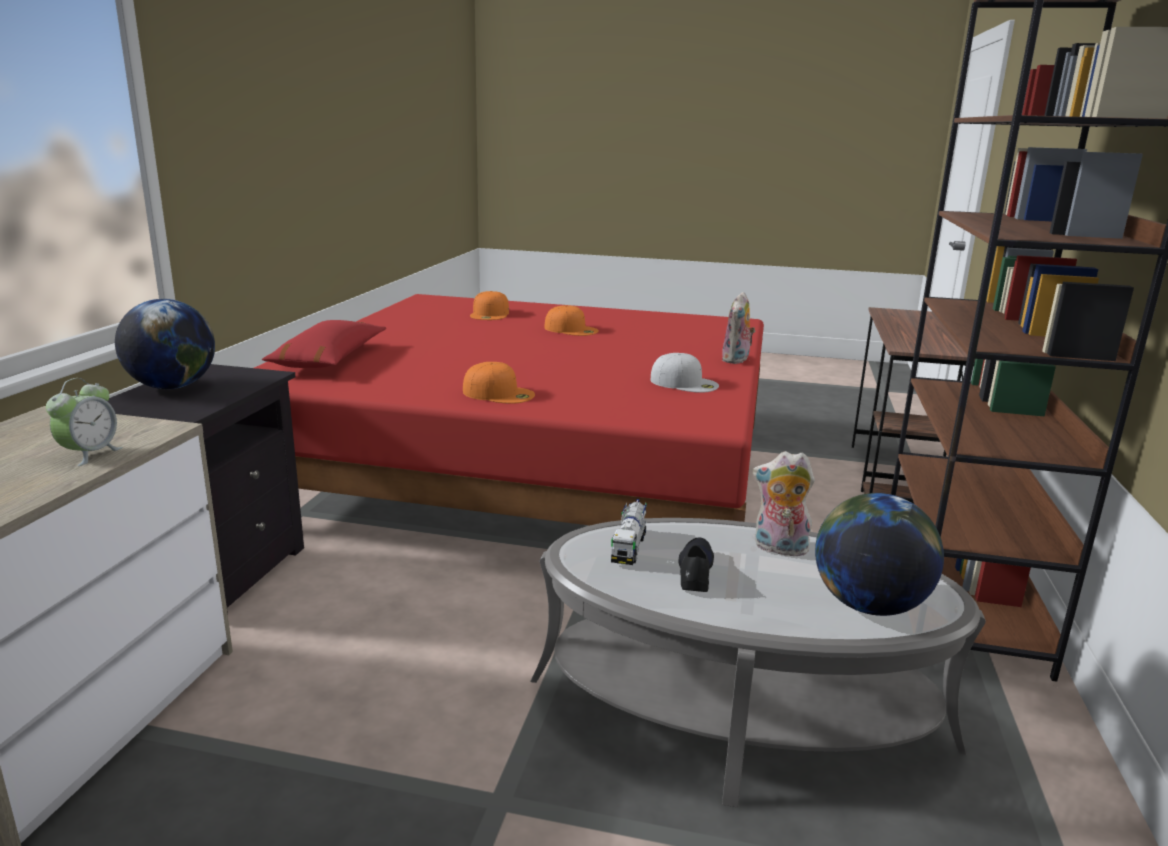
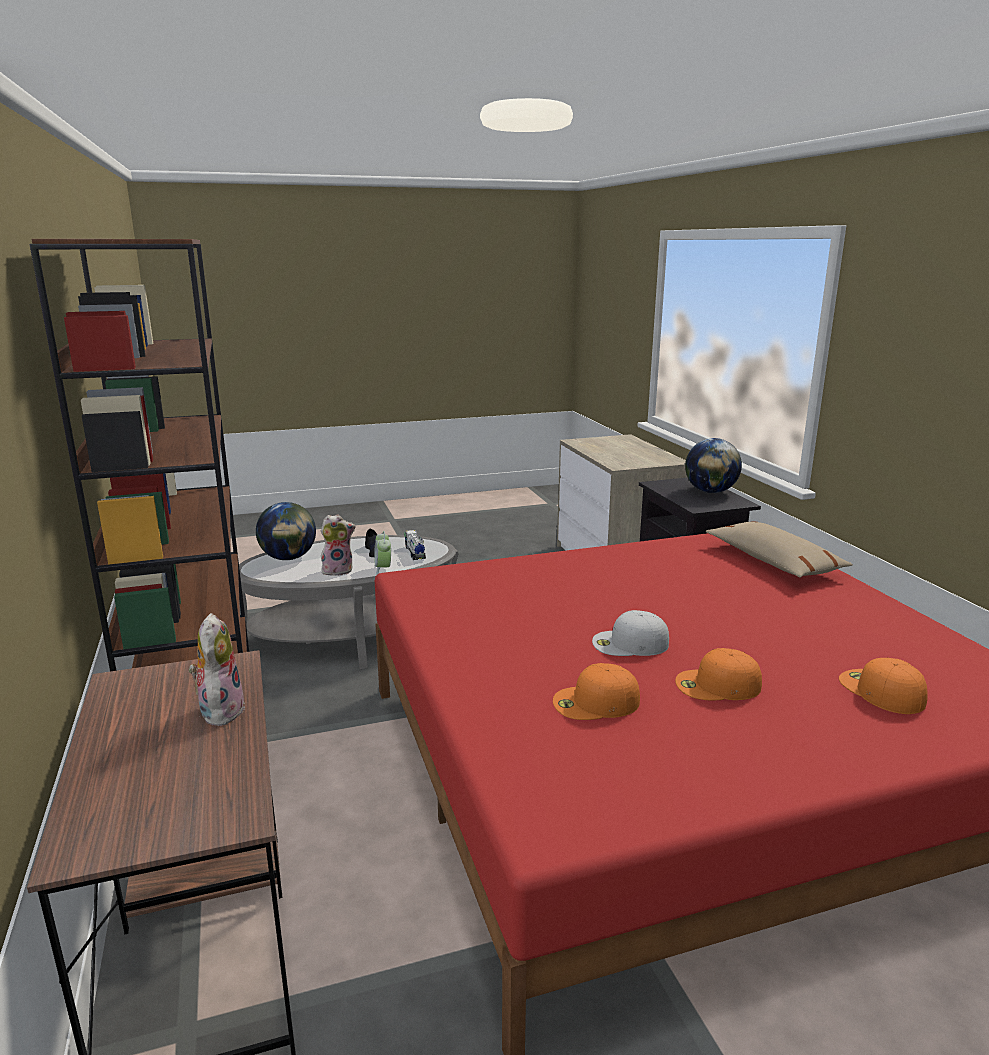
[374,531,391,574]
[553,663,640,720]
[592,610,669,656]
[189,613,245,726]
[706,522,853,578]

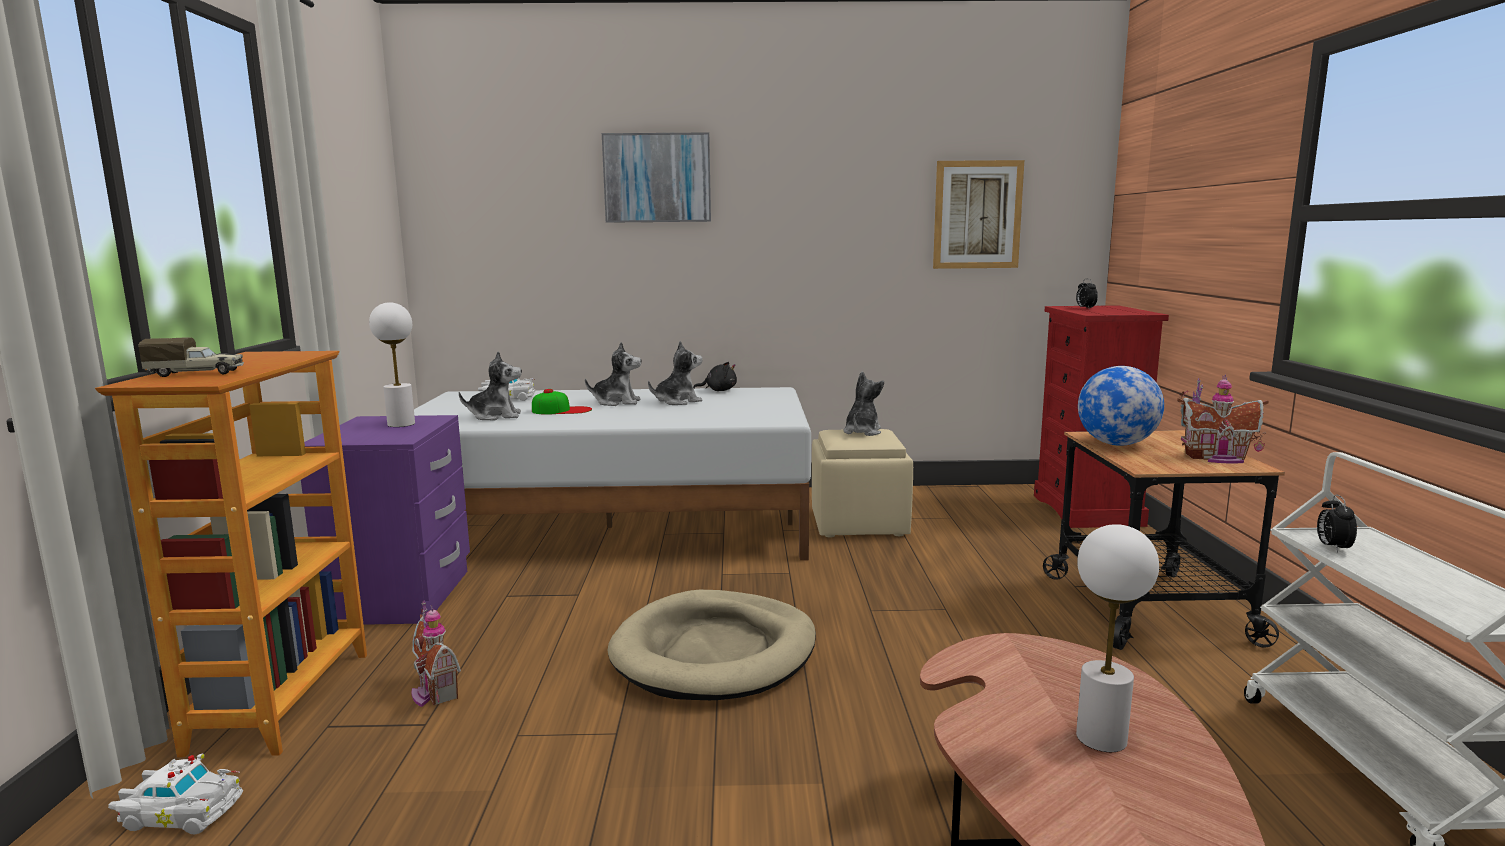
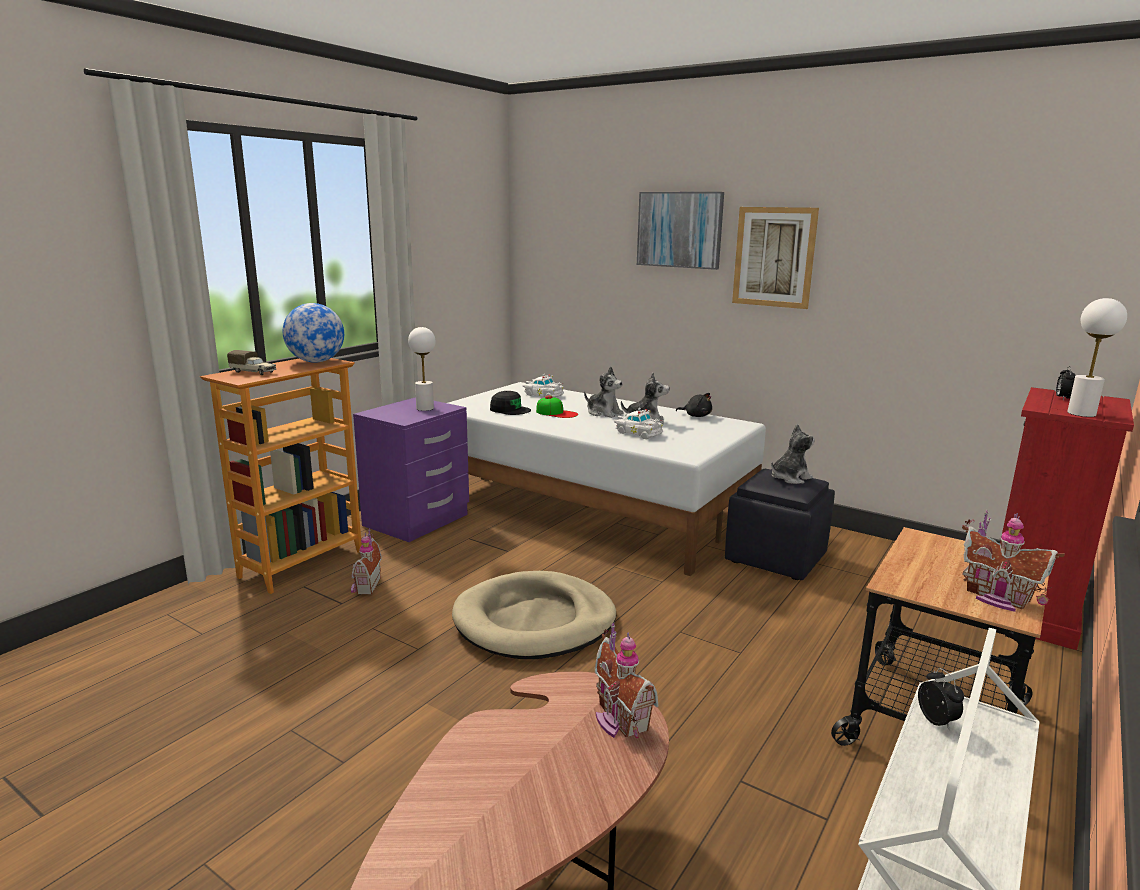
[595,623,658,738]
[614,408,664,439]
[732,207,819,309]
[1067,298,1127,417]
[283,303,344,363]
[490,391,531,415]
[725,469,835,580]
[918,668,964,729]

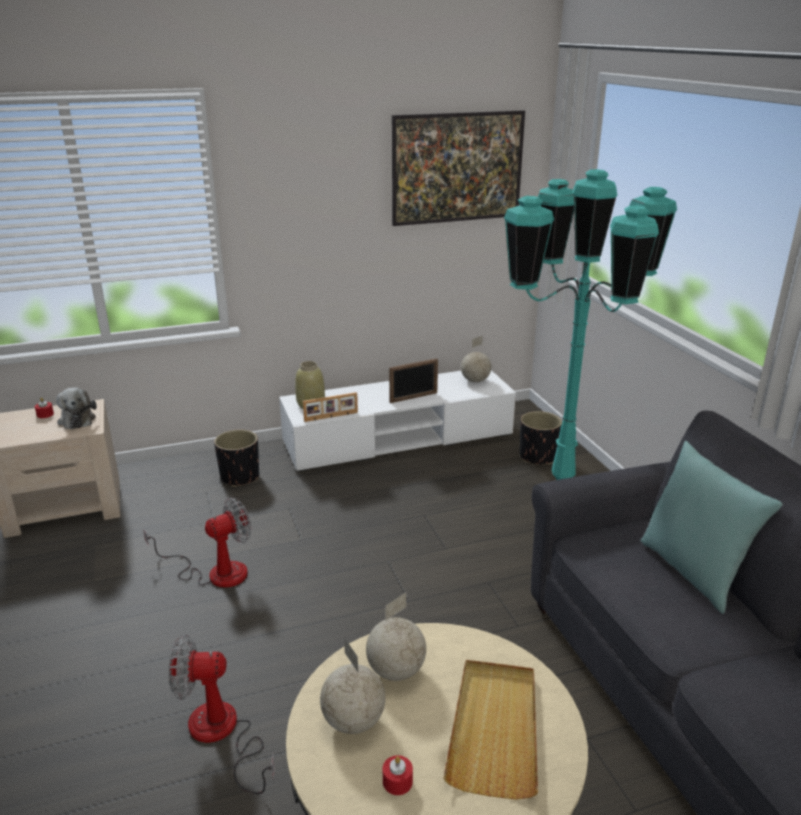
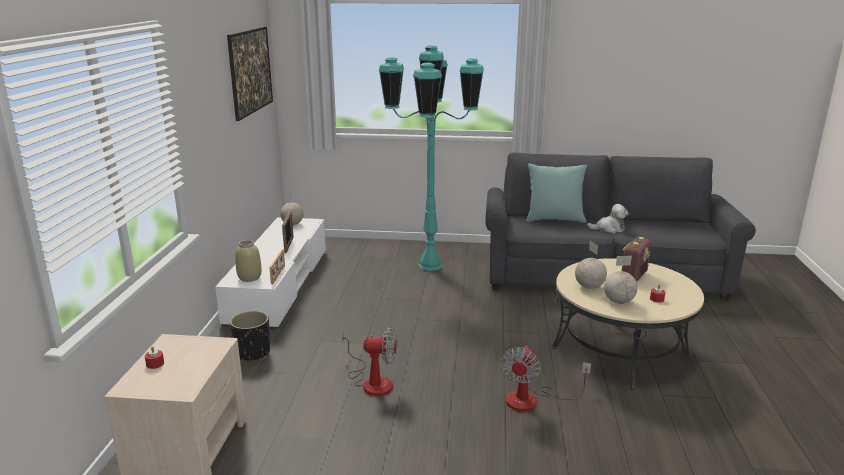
[520,411,562,465] (first image)
[587,204,629,233]
[622,237,651,282]
[342,327,397,396]

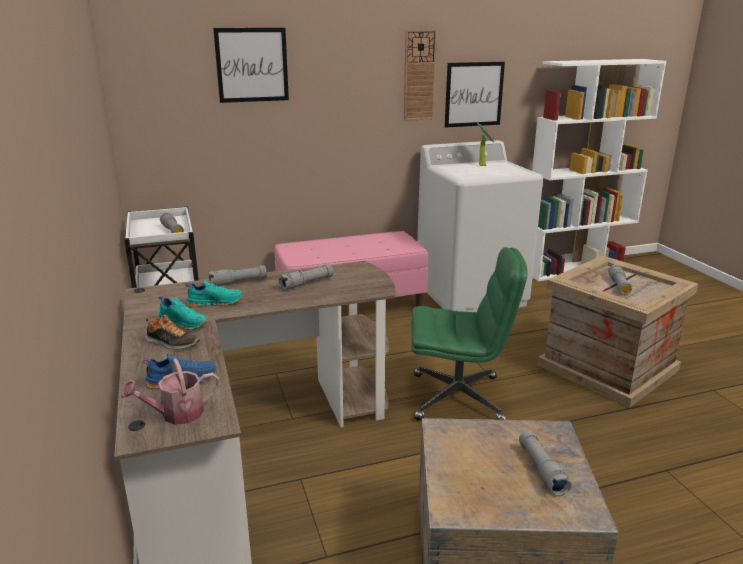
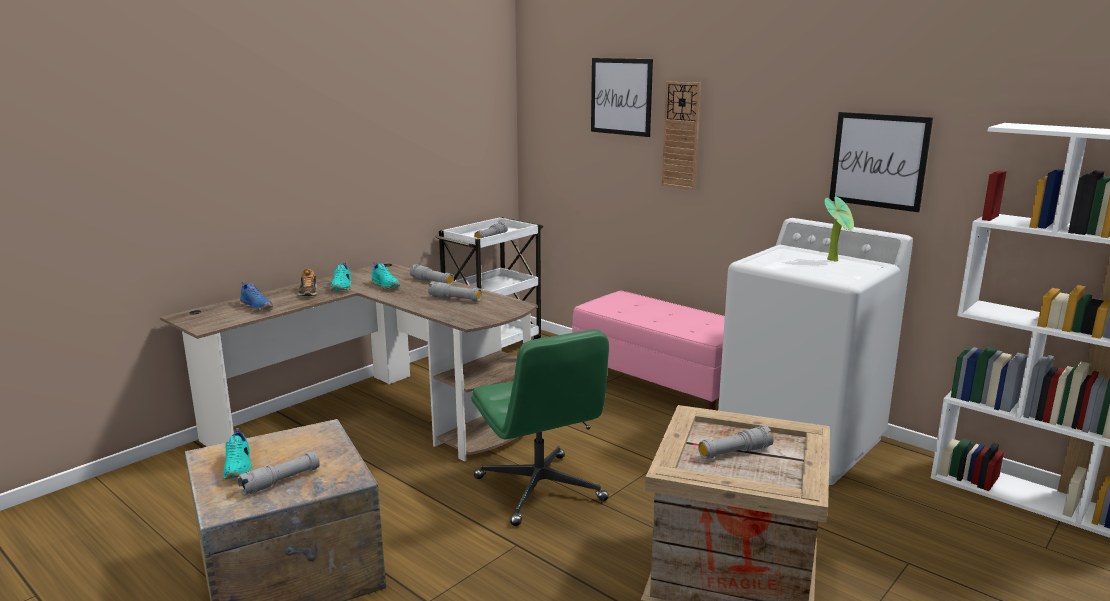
[121,359,220,425] (first image)
[223,428,253,479]
[662,81,701,190]

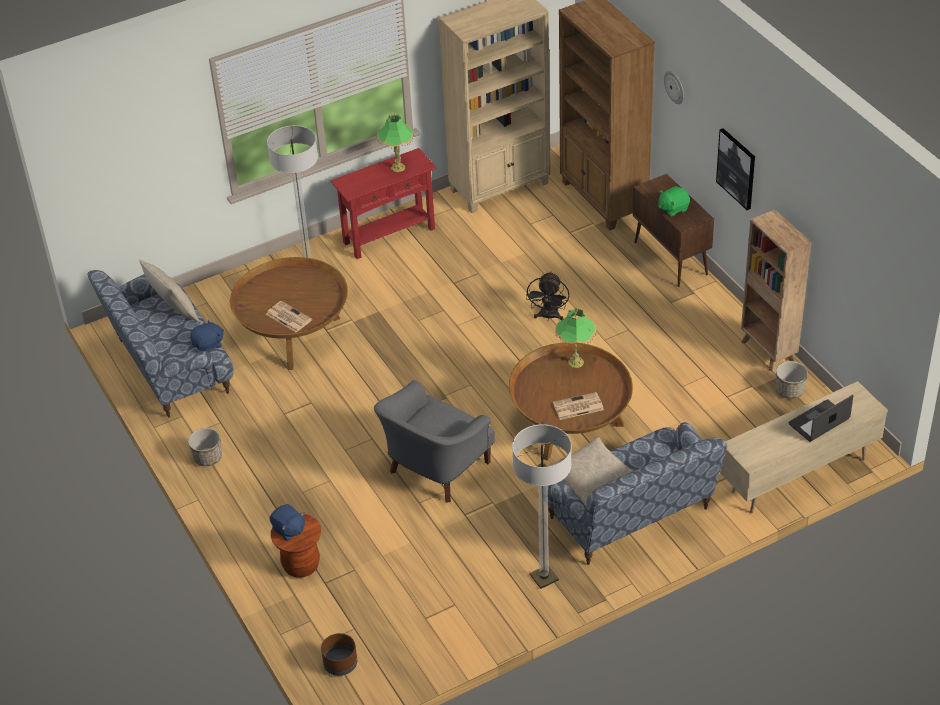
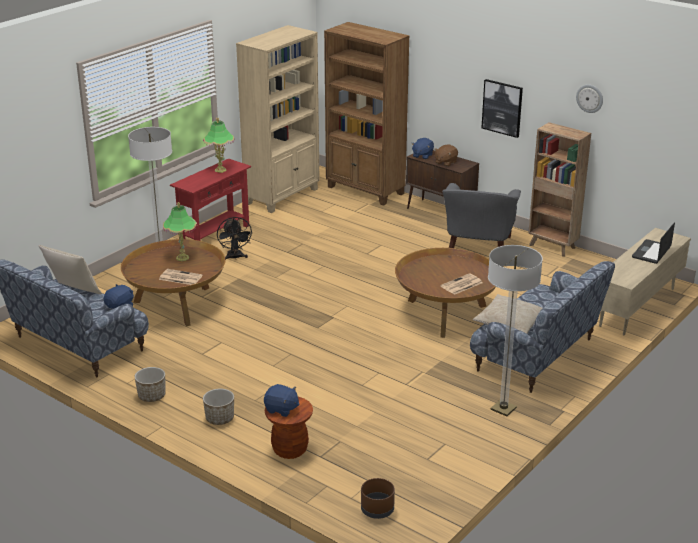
[411,138,434,160]
[442,183,521,248]
[217,217,253,260]
[163,202,197,261]
[576,84,603,113]
[203,389,234,425]
[434,145,458,167]

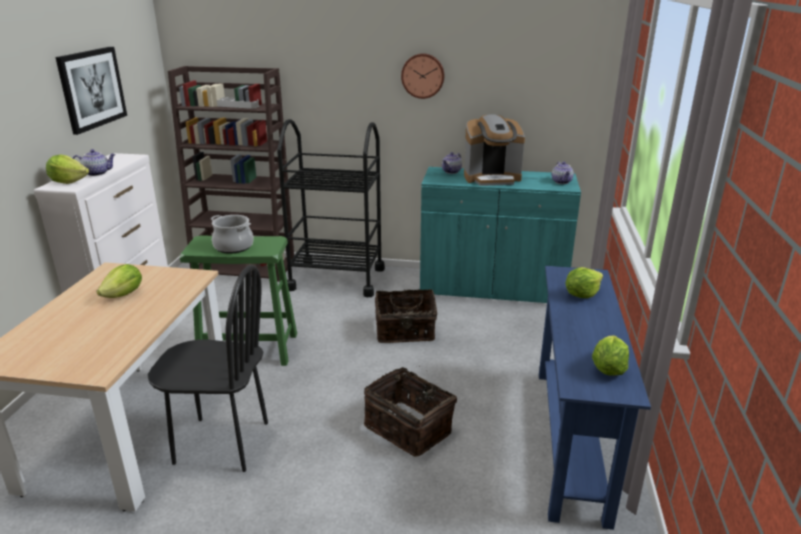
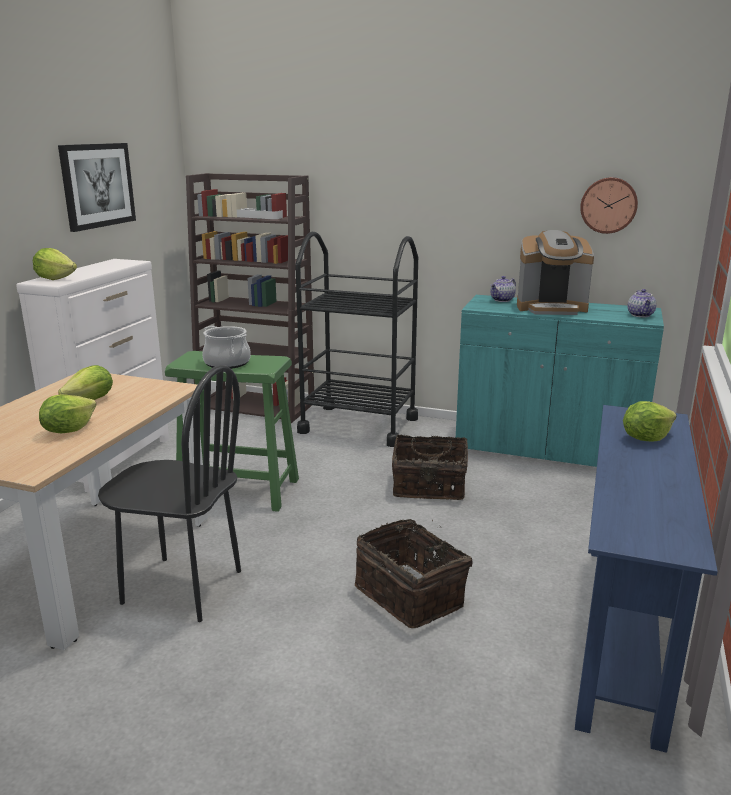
[72,149,116,176] (first image)
[580,177,638,234]
[39,394,96,433]

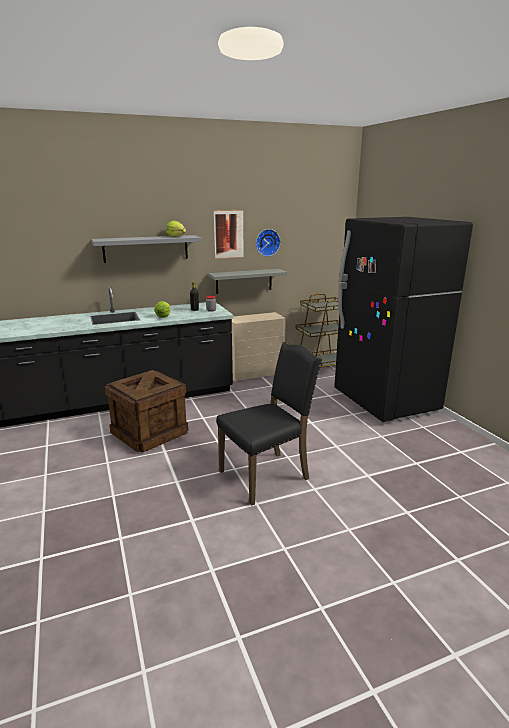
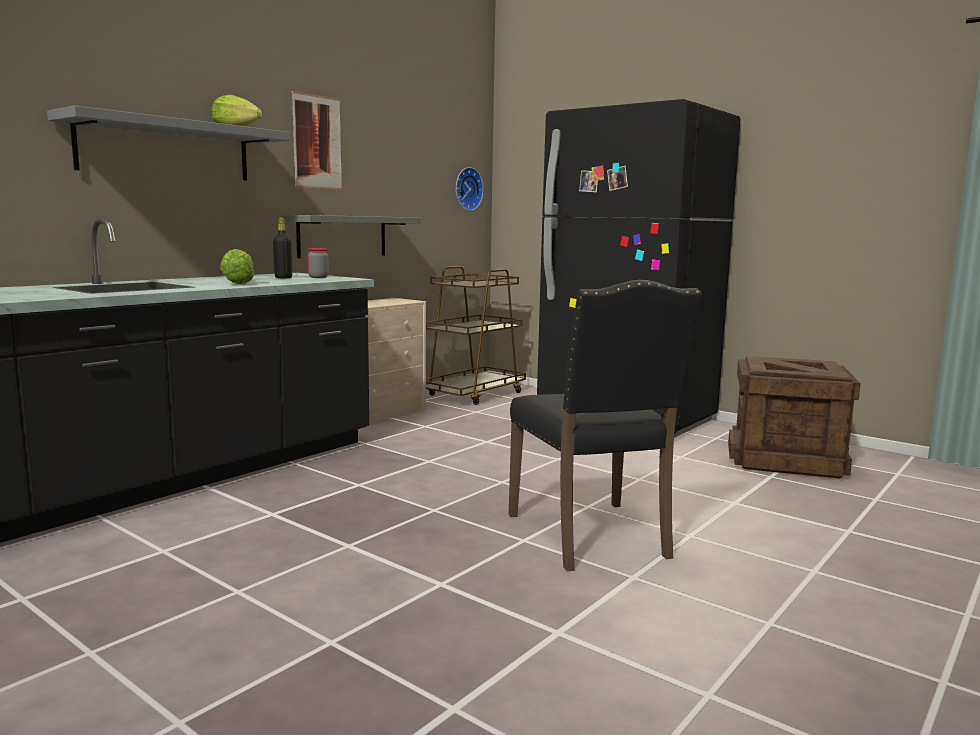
[728,356,861,478]
[456,167,484,211]
[509,280,702,571]

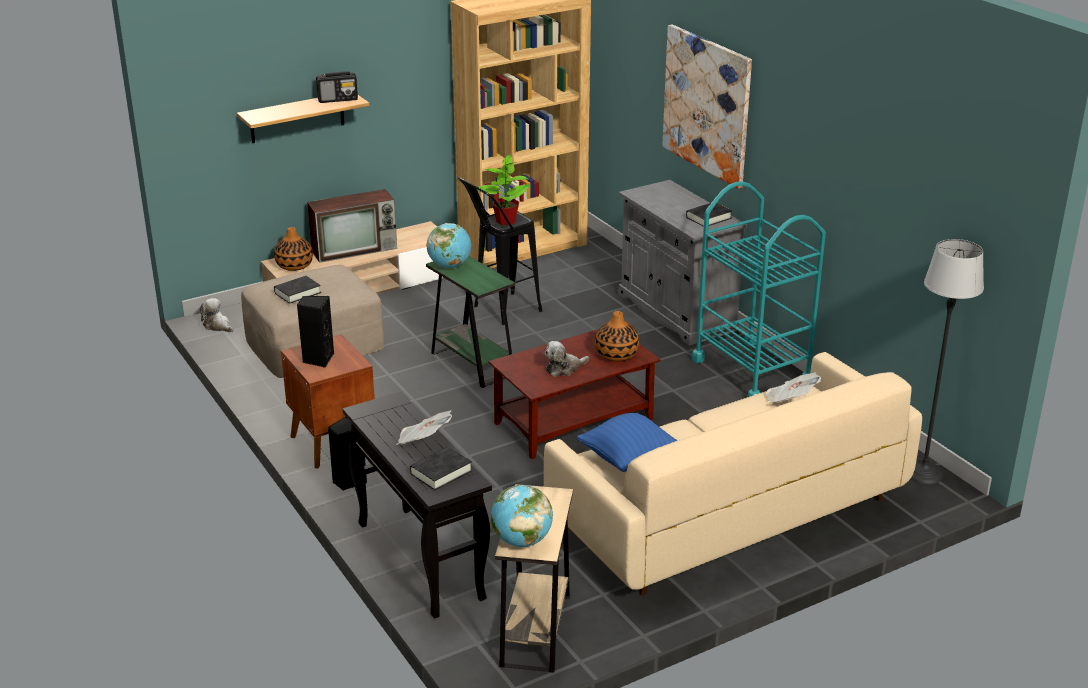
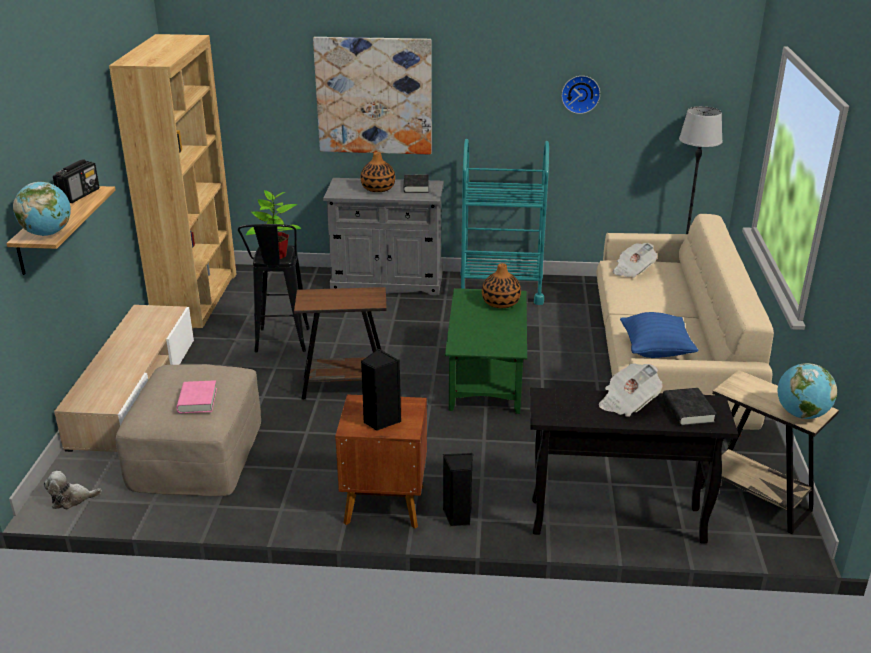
[307,189,397,263] (first image)
[545,341,589,377] (first image)
[561,76,600,114]
[361,152,395,192]
[13,182,71,236]
[176,380,217,413]
[294,287,387,400]
[445,288,527,414]

